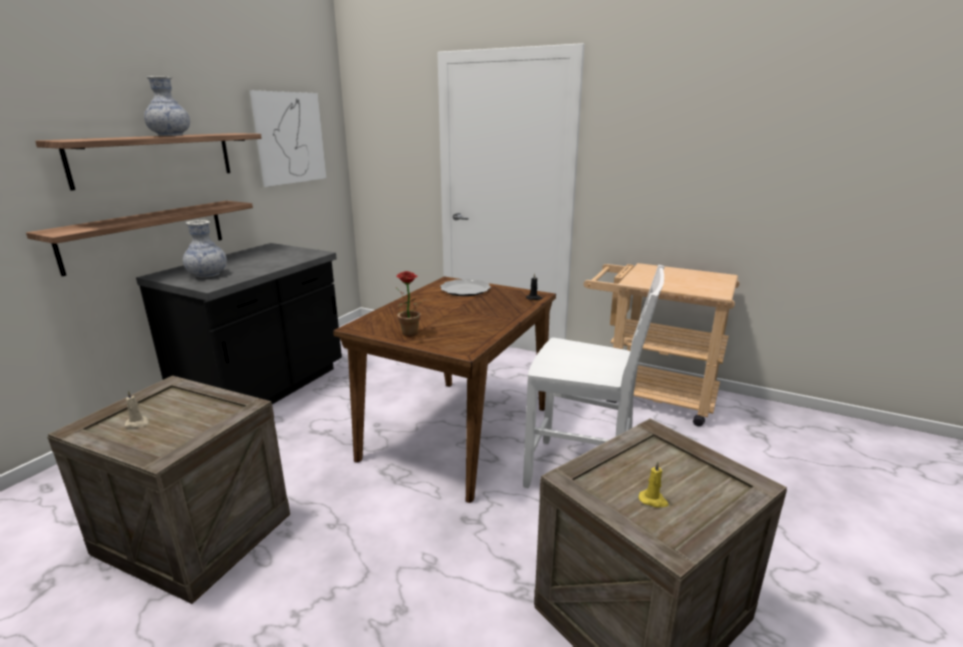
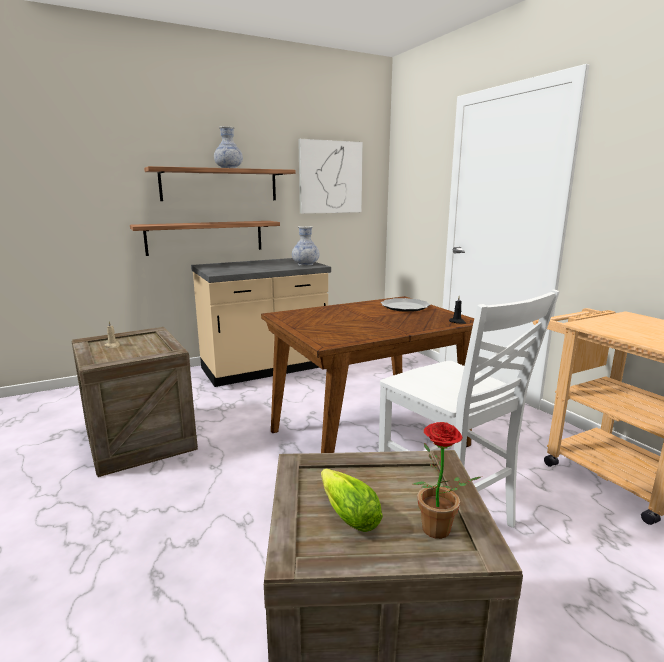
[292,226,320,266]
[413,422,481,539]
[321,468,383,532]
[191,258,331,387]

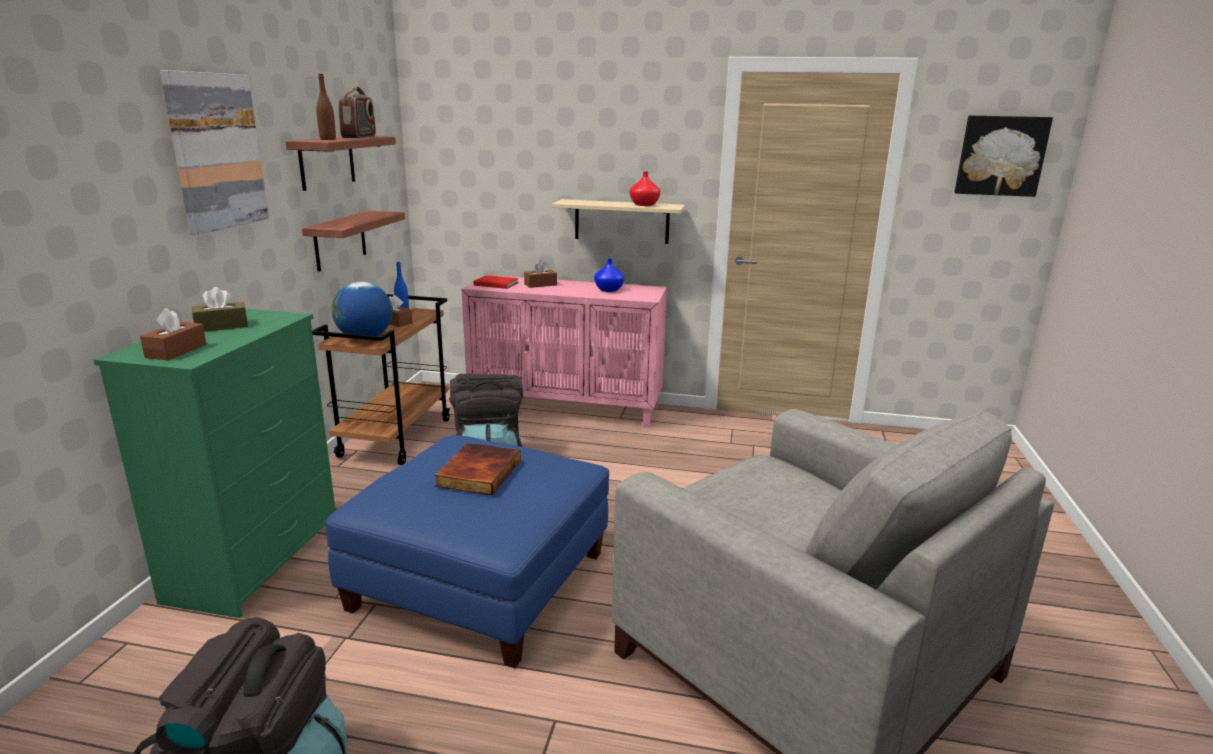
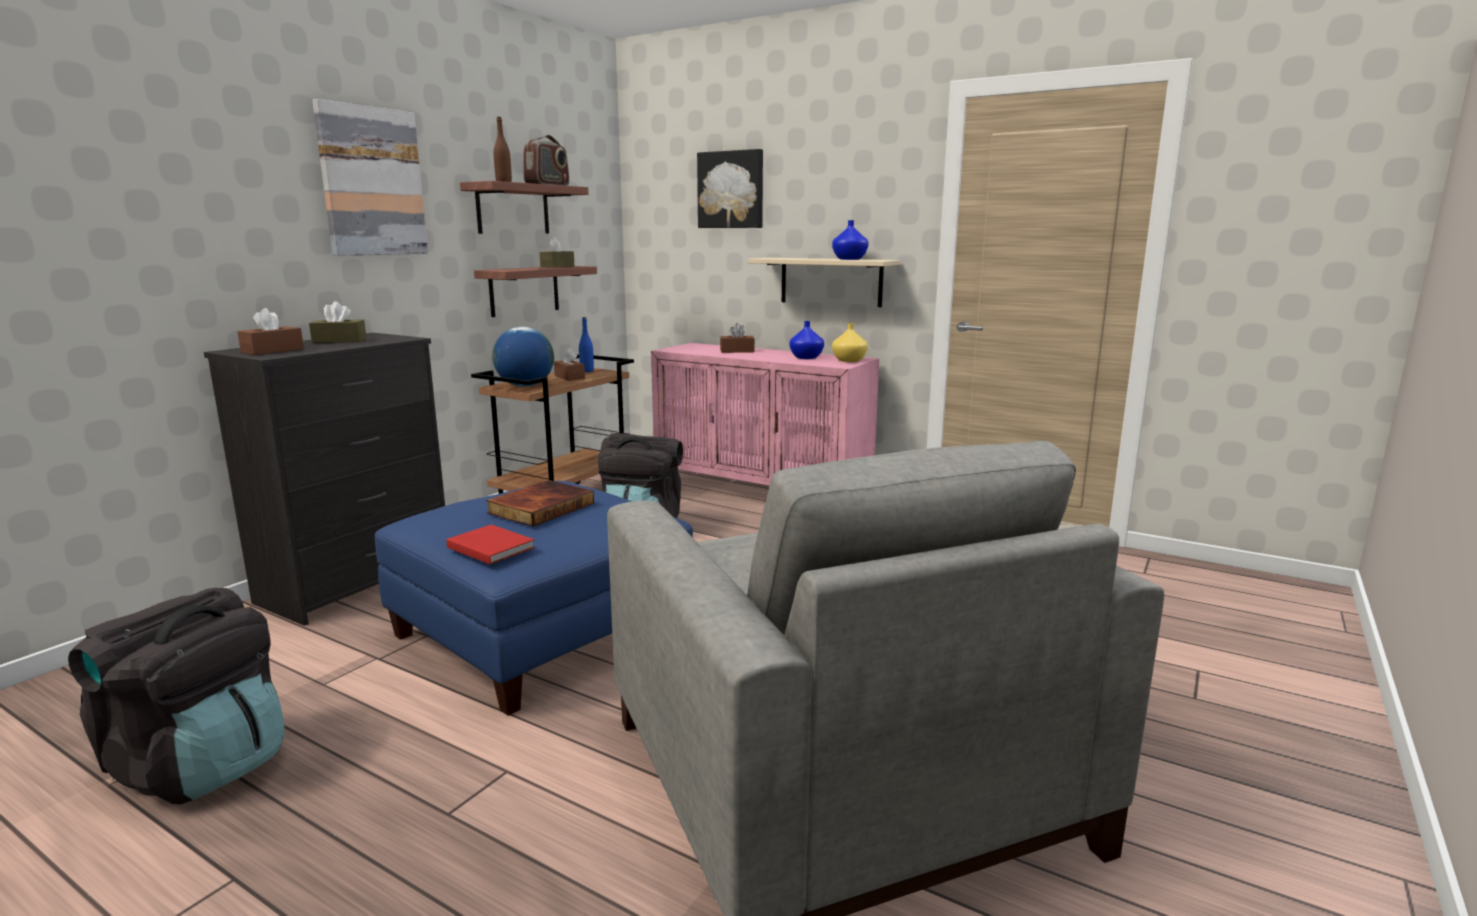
[540,237,574,268]
[832,323,868,362]
[446,525,535,565]
[697,149,763,228]
[204,333,445,626]
[832,220,869,260]

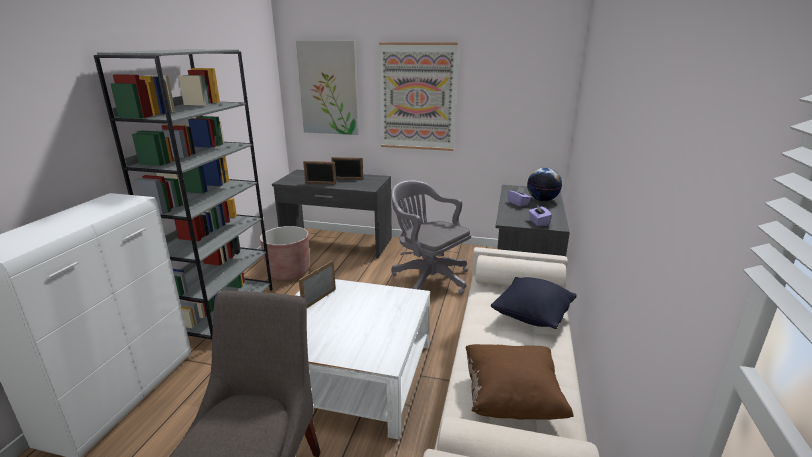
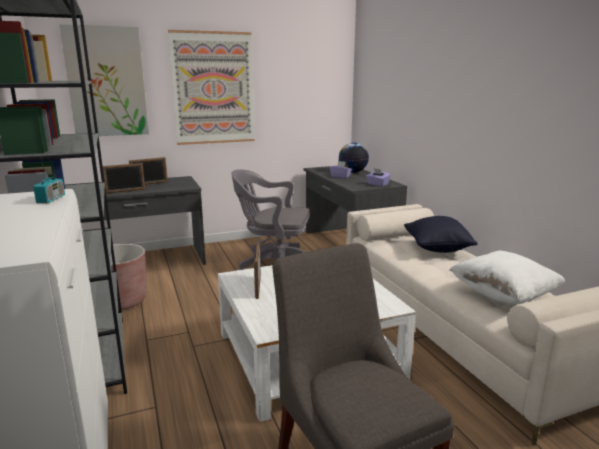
[33,151,65,203]
[449,251,565,304]

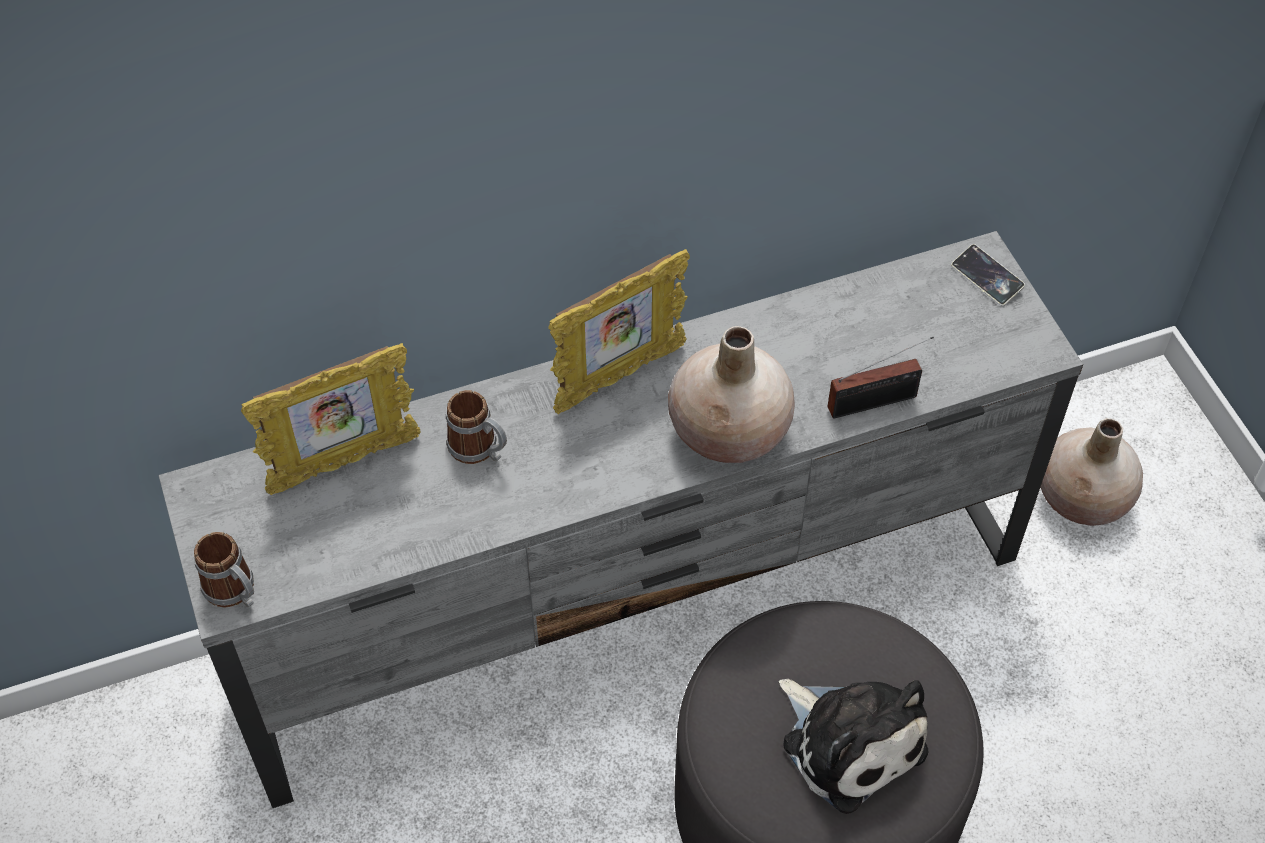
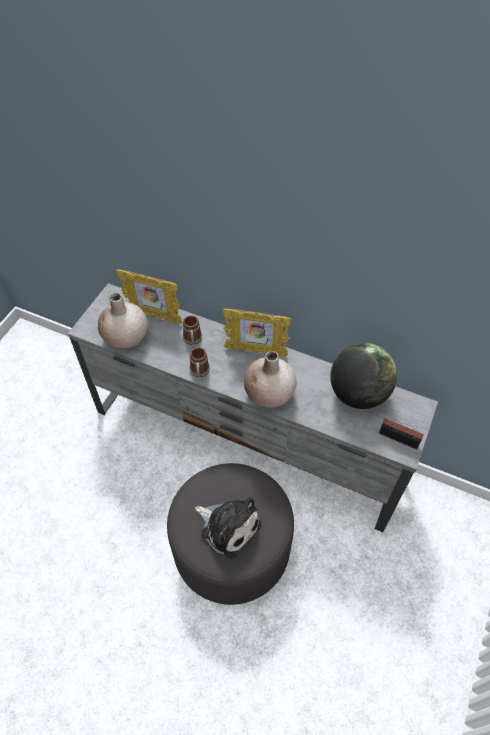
[951,244,1025,306] (first image)
[330,343,397,409]
[190,347,210,380]
[379,418,430,450]
[98,293,148,349]
[195,497,261,559]

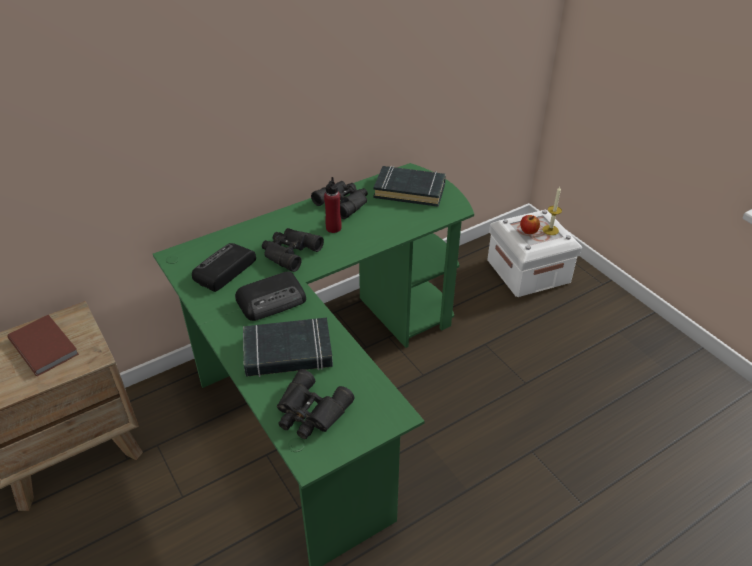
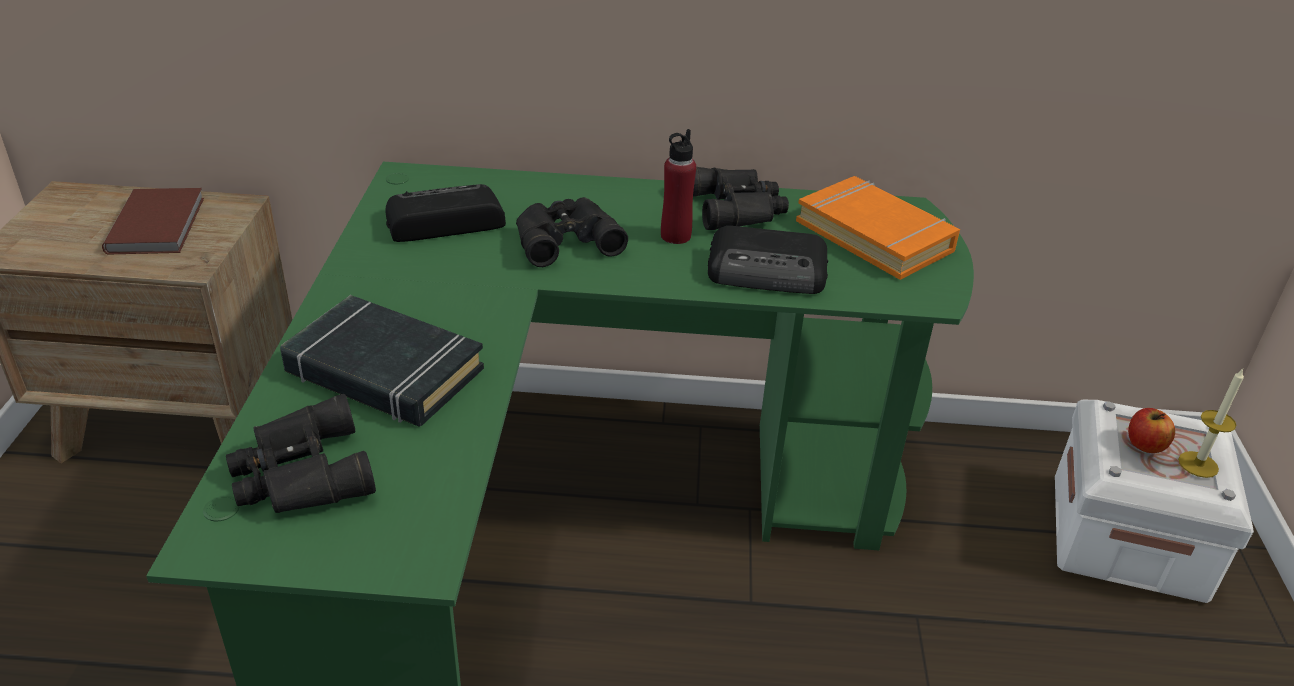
[708,226,828,294]
[796,176,960,280]

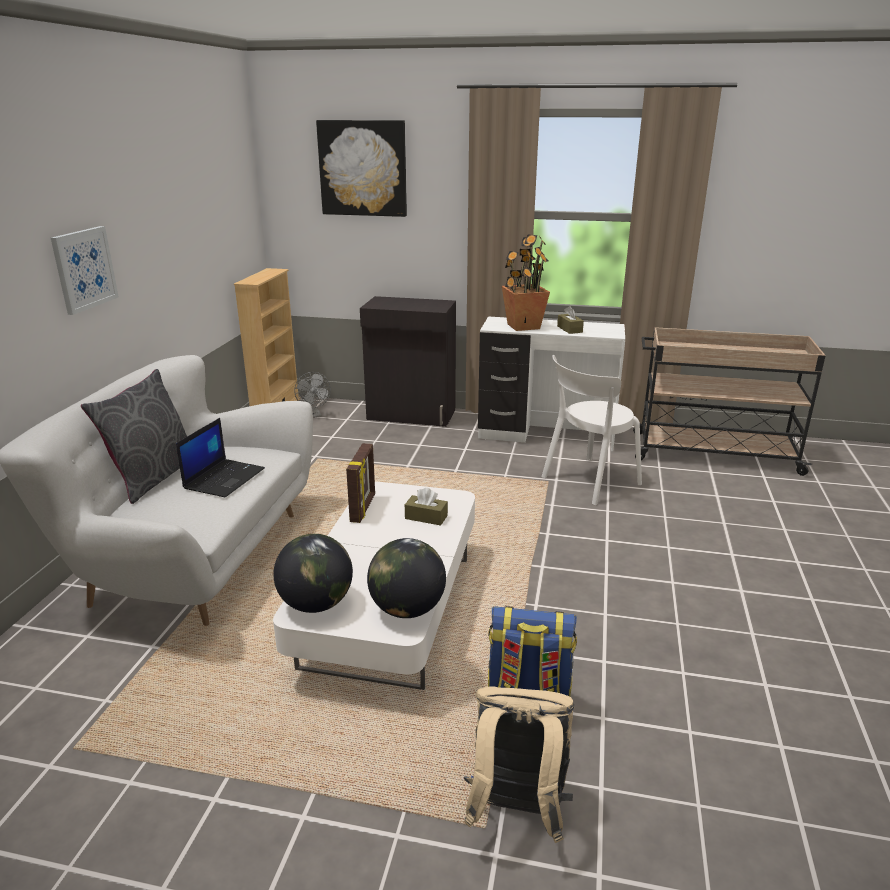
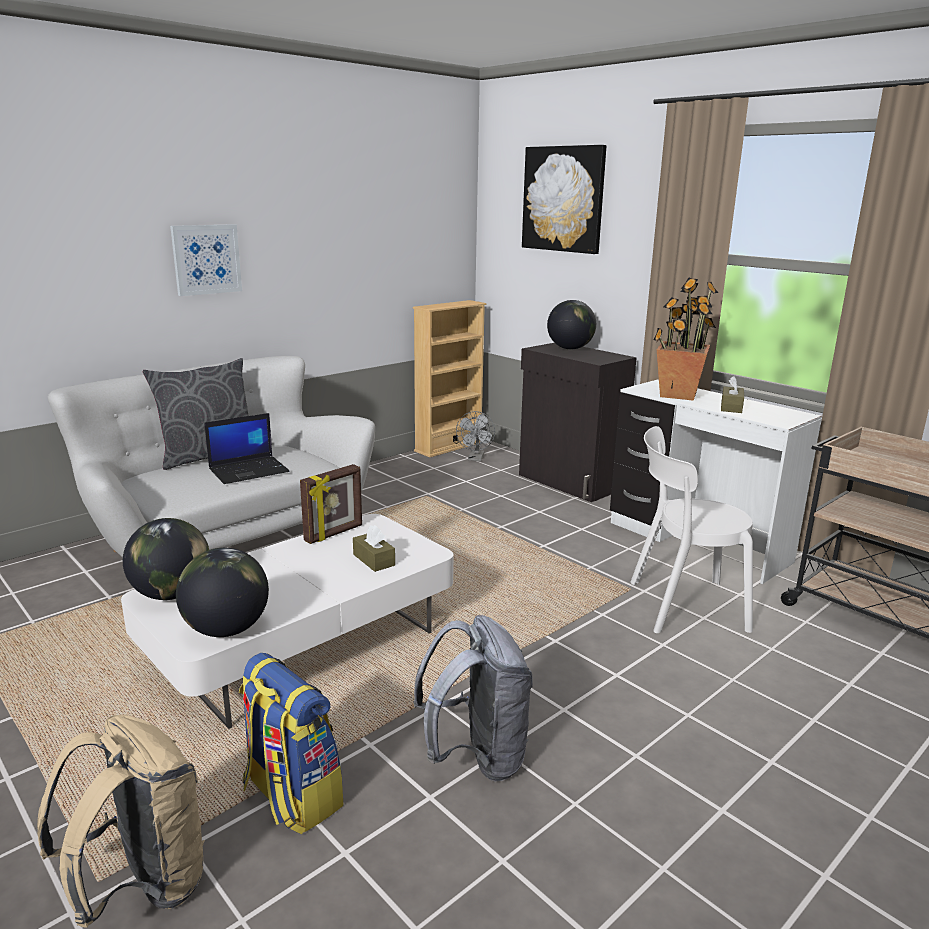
[413,615,533,781]
[547,300,596,349]

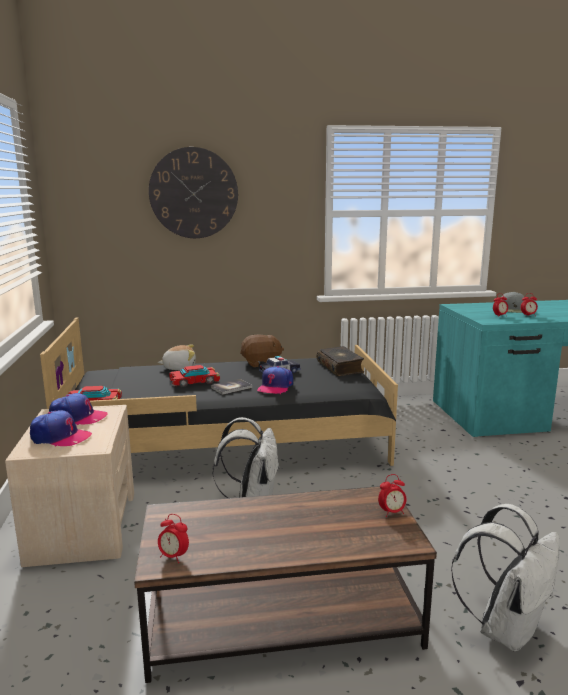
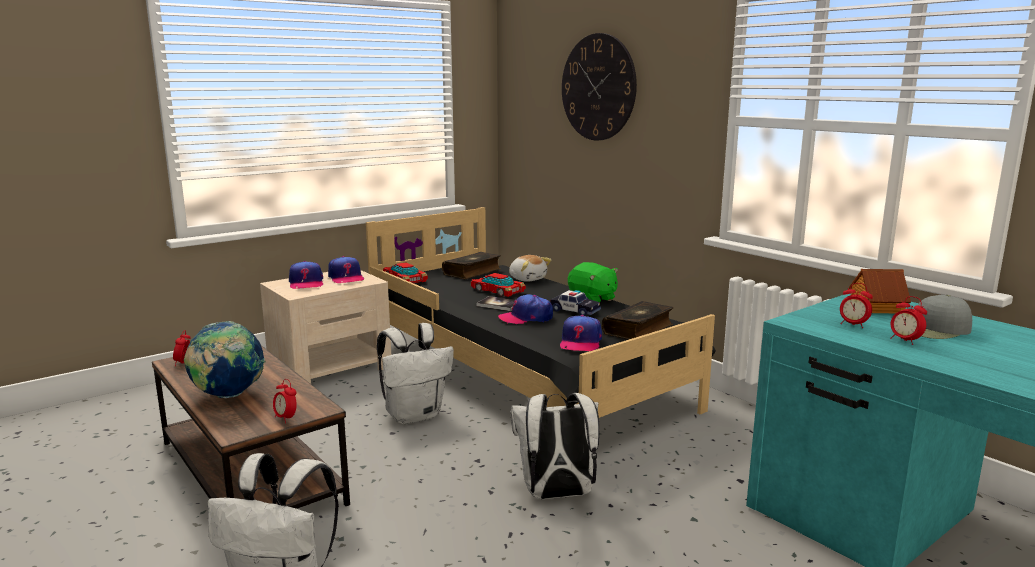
[184,321,265,398]
[442,252,501,279]
[510,393,600,499]
[560,315,602,351]
[849,269,911,313]
[568,262,618,302]

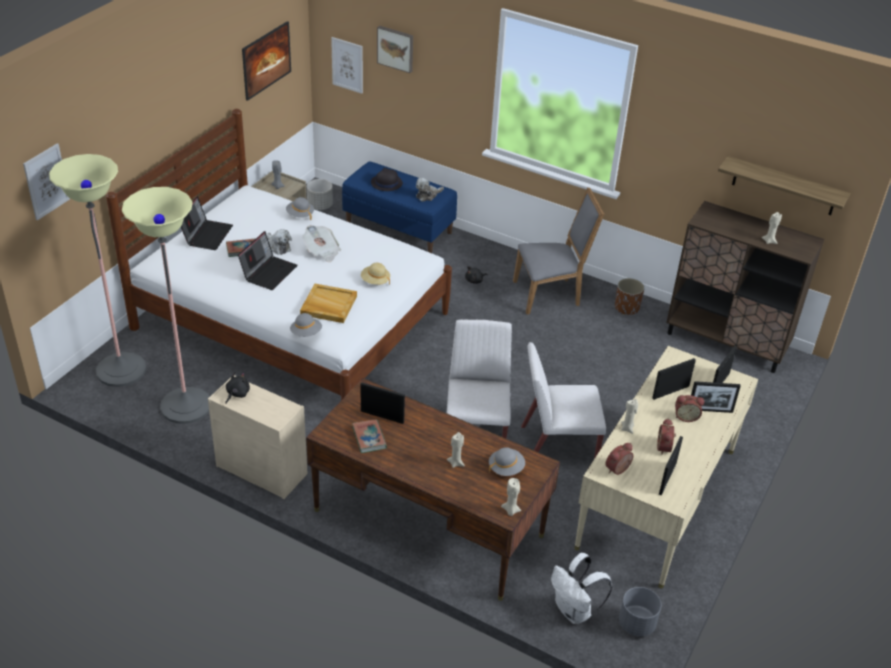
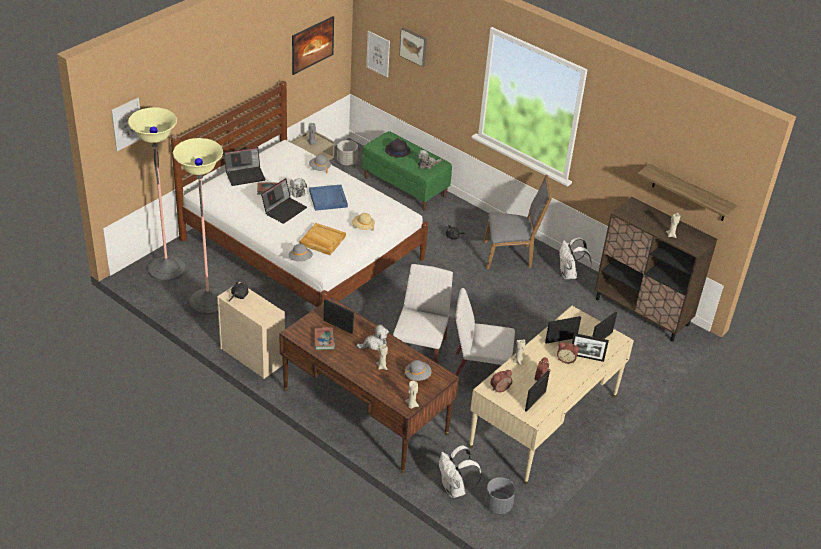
[357,324,389,351]
[309,185,348,211]
[559,237,592,279]
[362,131,452,211]
[224,147,266,186]

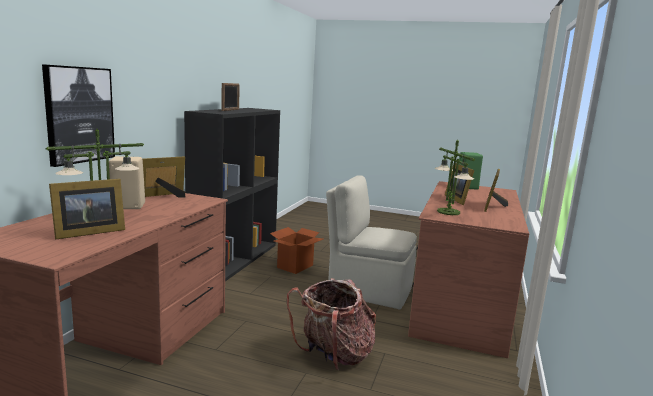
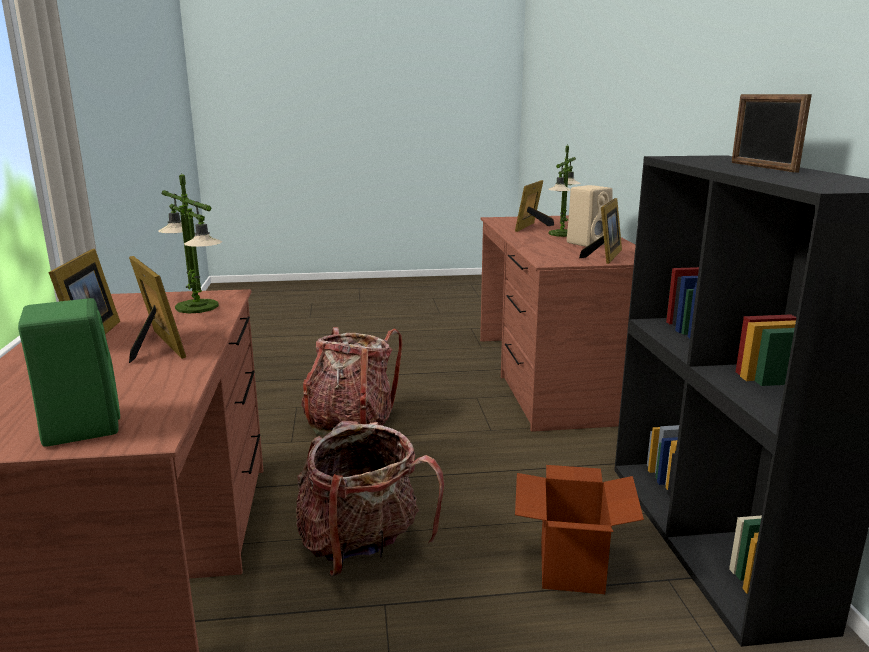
[42,64,115,167] (first image)
[296,421,444,577]

